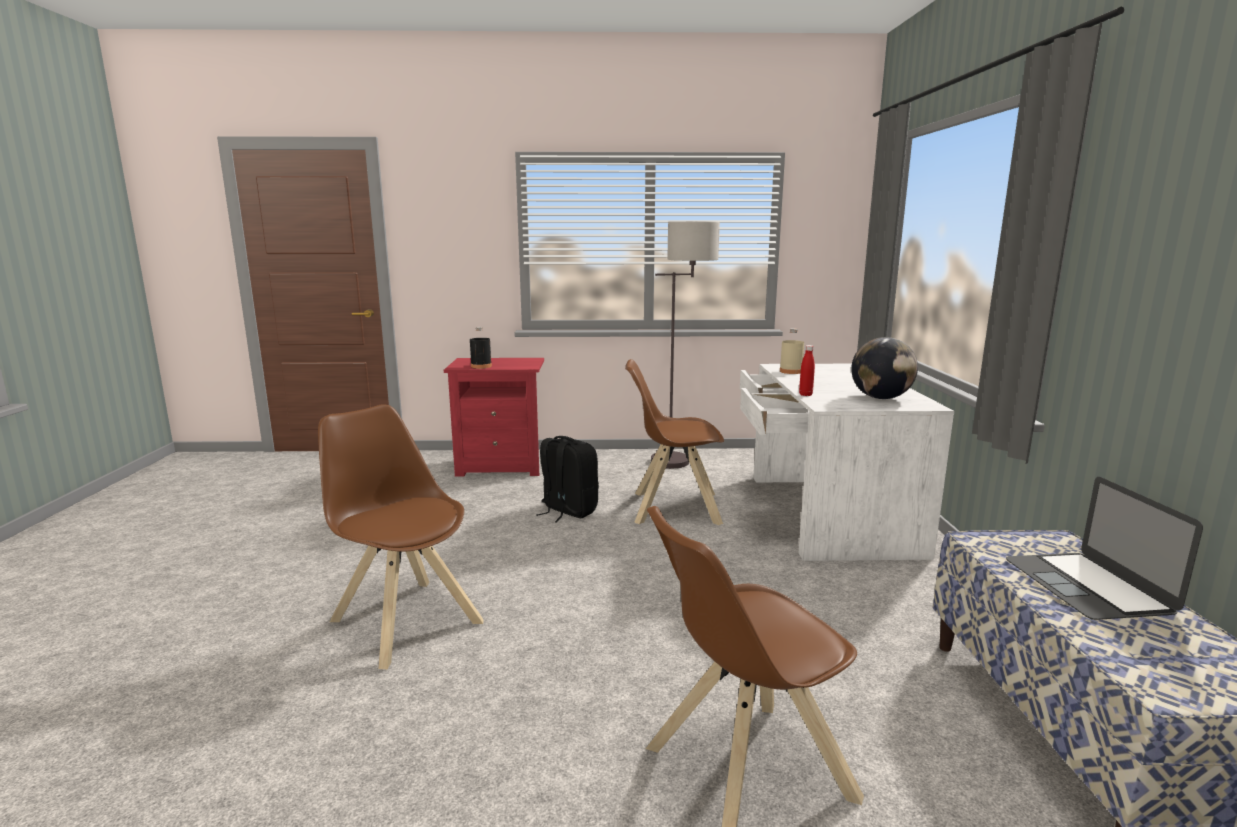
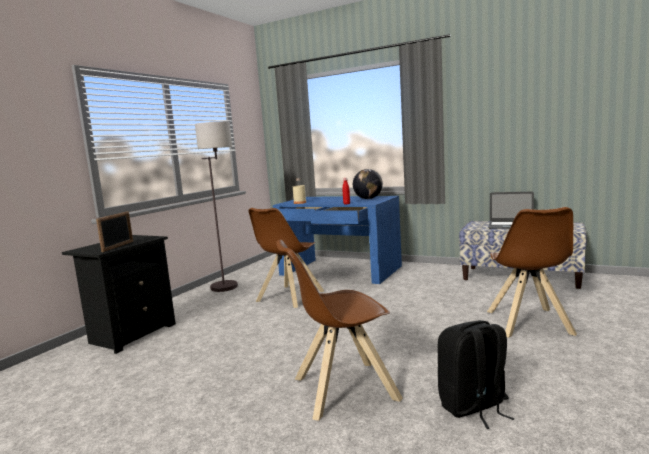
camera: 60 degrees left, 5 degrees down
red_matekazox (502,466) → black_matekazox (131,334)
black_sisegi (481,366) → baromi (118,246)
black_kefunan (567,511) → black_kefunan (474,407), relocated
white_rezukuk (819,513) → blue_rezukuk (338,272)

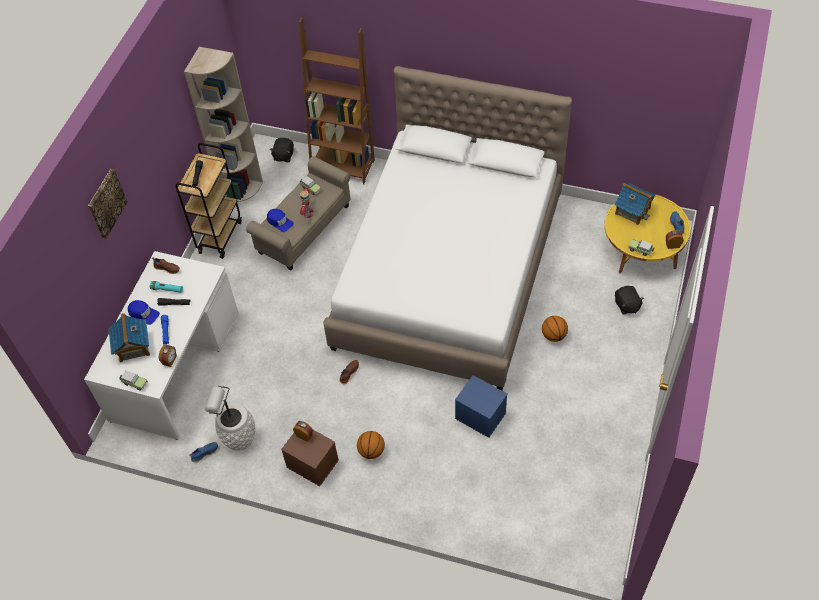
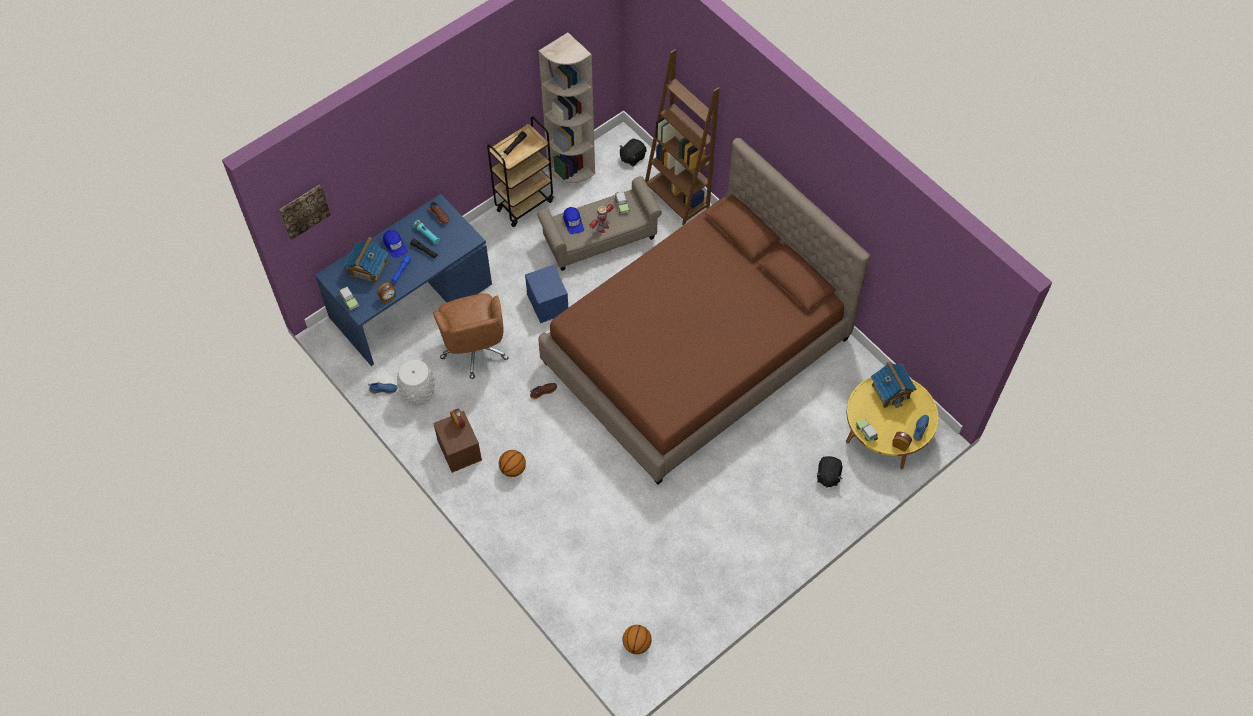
camera: 30 degrees right, 5 degrees up
white_rezukuk (175,365) → blue_rezukuk (410,301)
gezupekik (106,203) → gezupekik (304,211), relocated
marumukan (226,417) → -
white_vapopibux (450,270) → brown_vapopibux (697,350)
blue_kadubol (479,416) → blue_kadubol (547,303), relocated
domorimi (553,336) → domorimi (636,644), relocated
- → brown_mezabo (474,350)

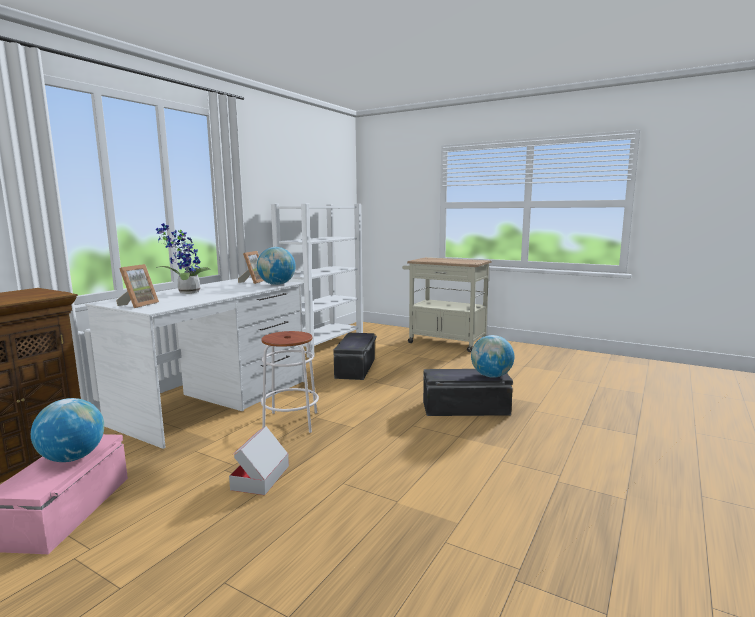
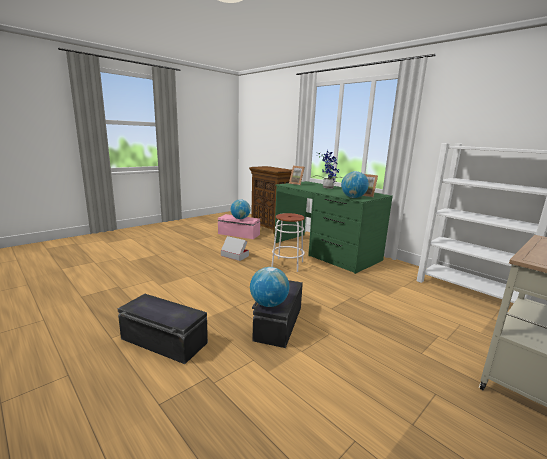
camera: 105 degrees right, 5 degrees up
white_rezukuk (215,401) → green_rezukuk (325,251)
black_kadubol (356,368) → black_kadubol (163,341), relocated

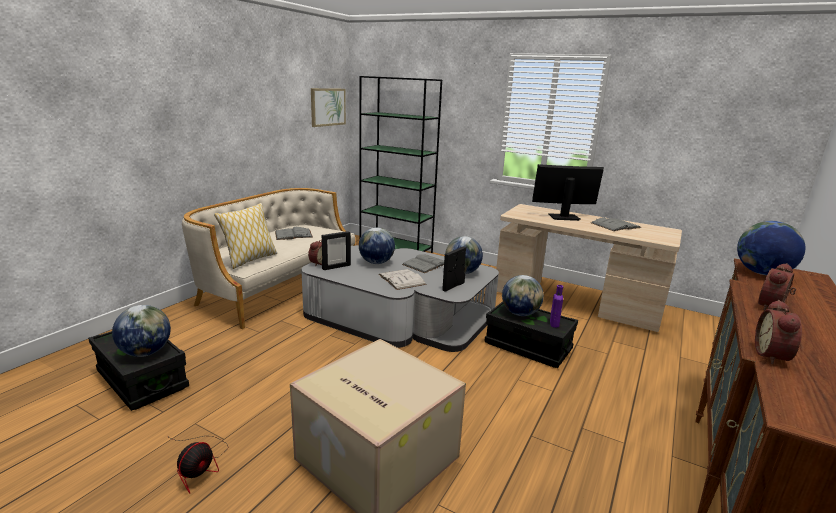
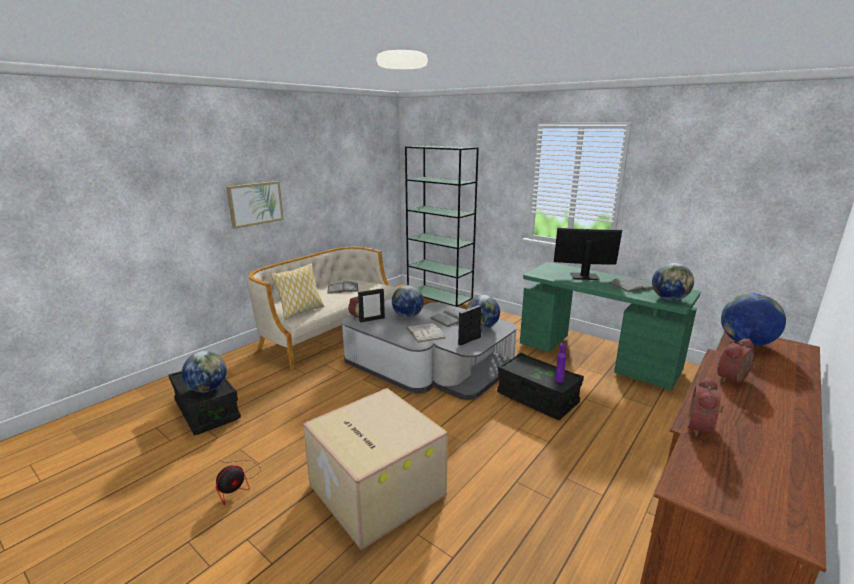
camera: 10 degrees right, 0 degrees up
gezupekik (327,107) → gezupekik (255,203), relocated
beige_rezukuk (575,303) → green_rezukuk (596,357)
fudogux (520,313) → fudogux (669,299), relocated

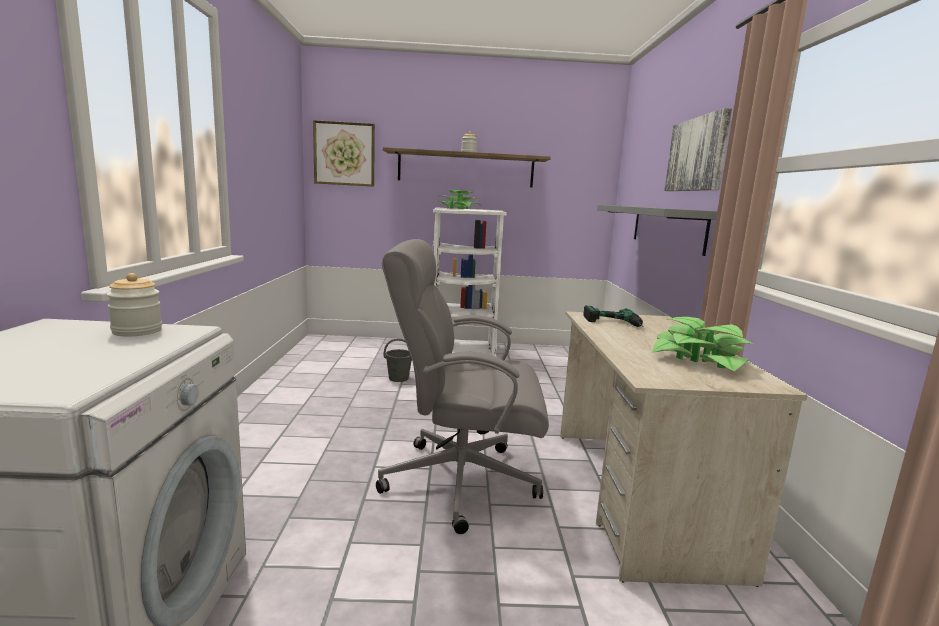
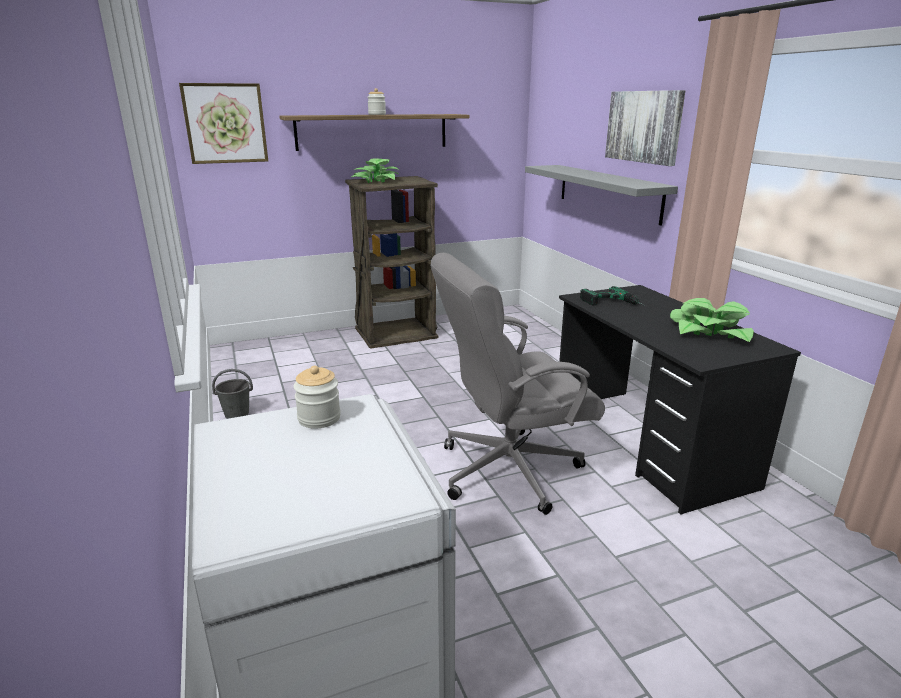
camera: 20 degrees left, 10 degrees up
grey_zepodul (399,378) → grey_zepodul (237,414), relocated
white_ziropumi (462,350) → brown_ziropumi (396,333)
beige_rezukuk (637,495) → black_rezukuk (647,444)

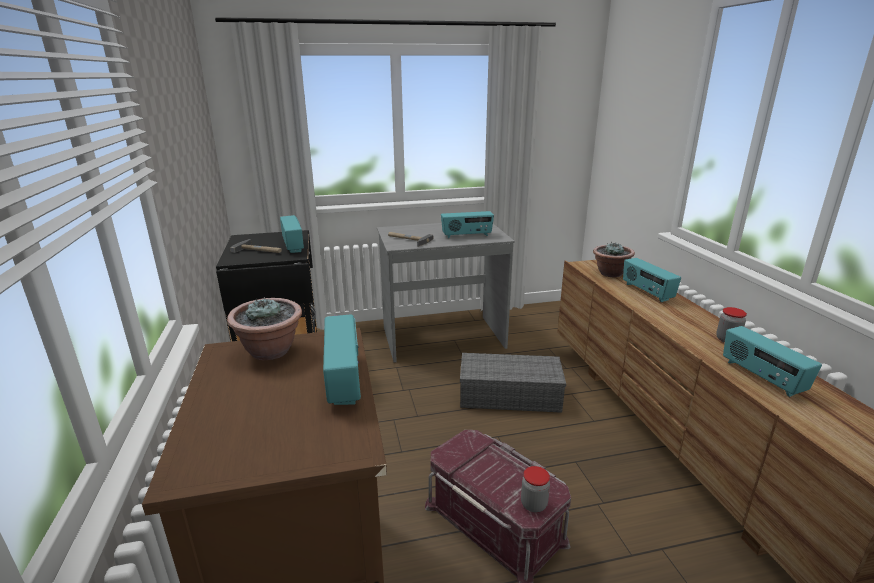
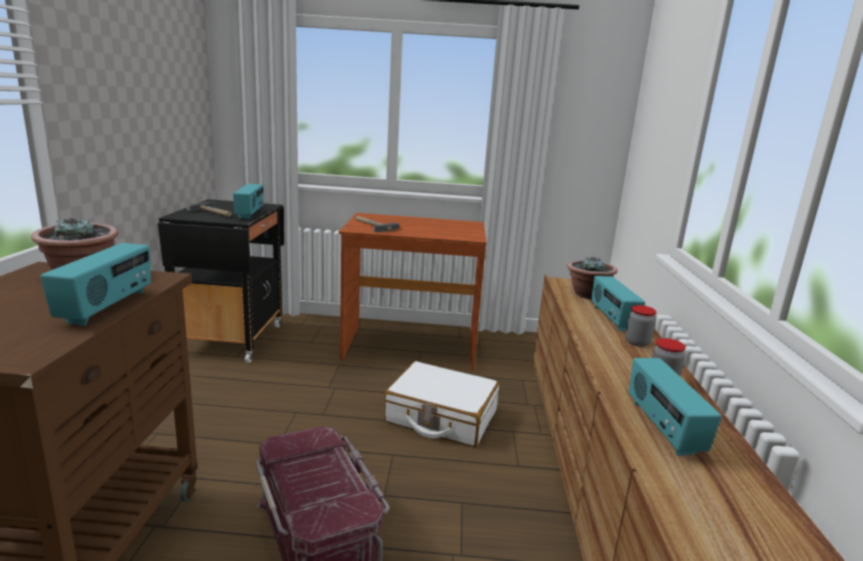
camera: 15 degrees right, 5 degrees down
grey_rezukuk (443,338) → brown_rezukuk (410,347)
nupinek (467,236) → -
grey_kadubol (511,394) → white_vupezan (441,417)
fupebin (533,504) → fupebin (637,342), relocated

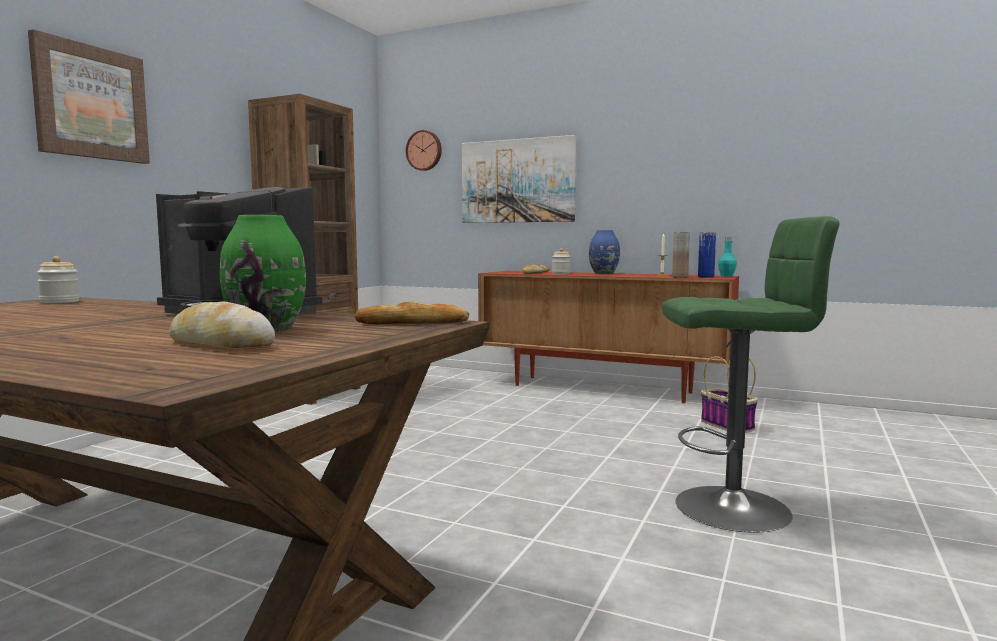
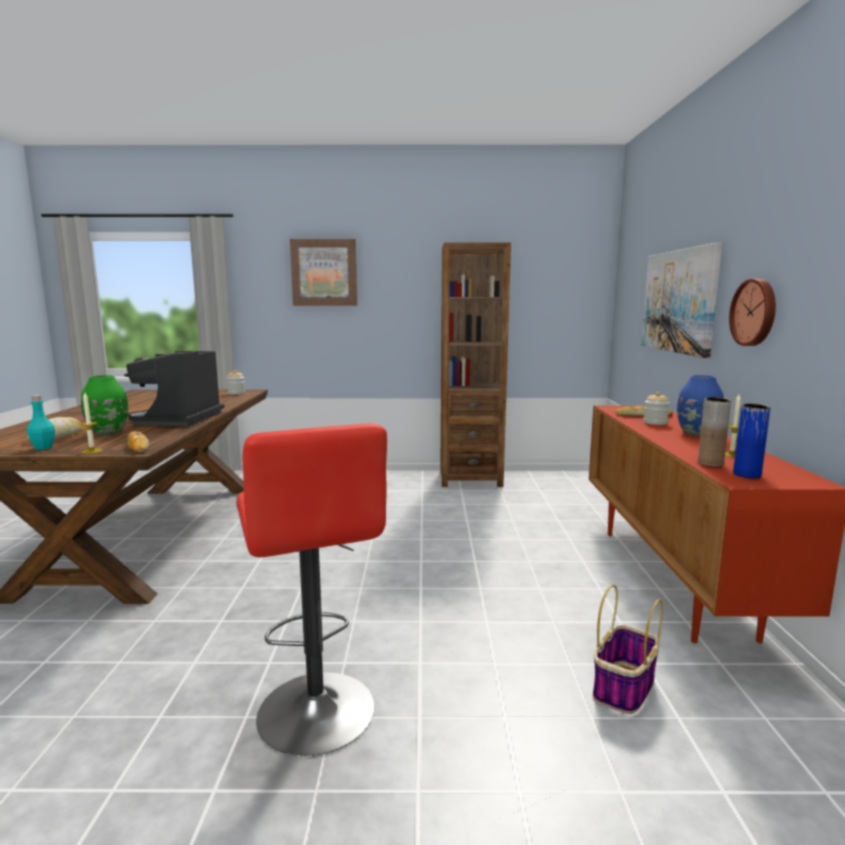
camera: 65 degrees right, 5 degrees up
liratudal (424,150) → liratudal (755,312), relocated
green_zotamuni (733,509) → red_zotamuni (315,712)
turquoise_sisegi (726,276) → turquoise_sisegi (43,447), relocated
- → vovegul (92,451)

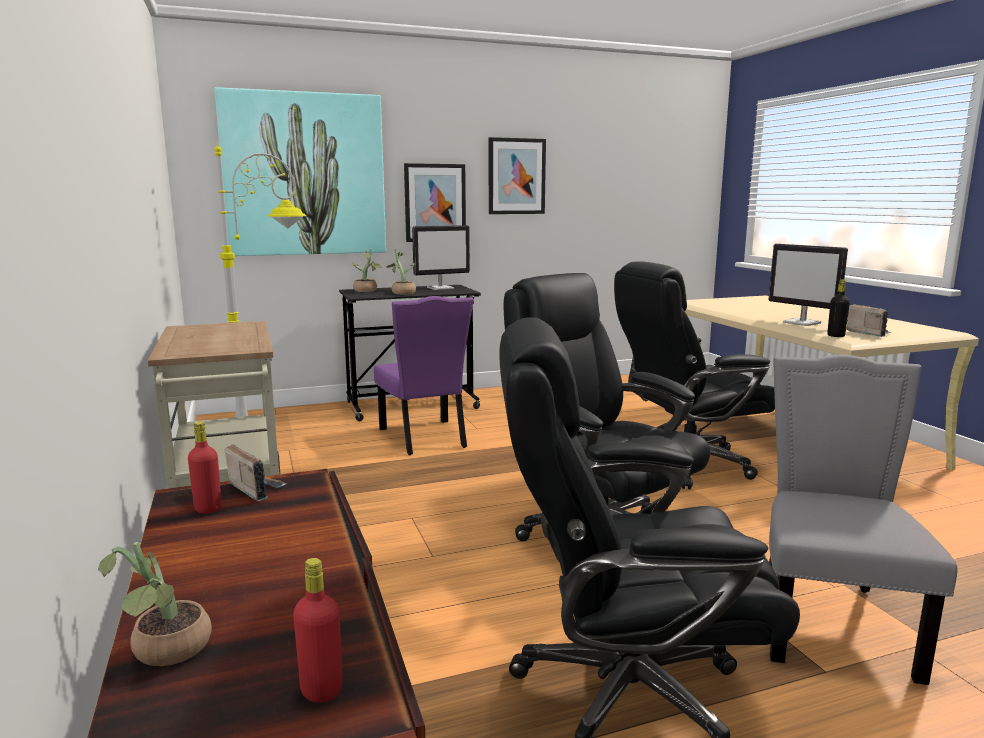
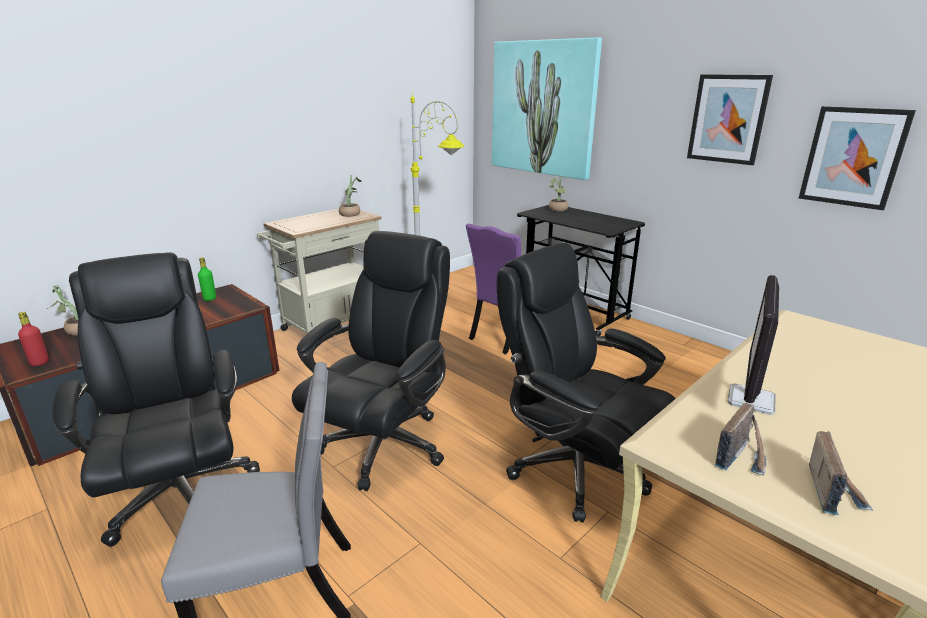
camera: 65 degrees right, 10 degrees up
red_sisegi (208,508) → green_sisegi (210,298)
nupinek (255,488) → nupinek (833,491), relocated
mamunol (402,292) → mamunol (351,213), relocated
gezupekik (435,203) → gezupekik (853,157), relocated
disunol (441,288) → -
black_sisegi (836,336) → -

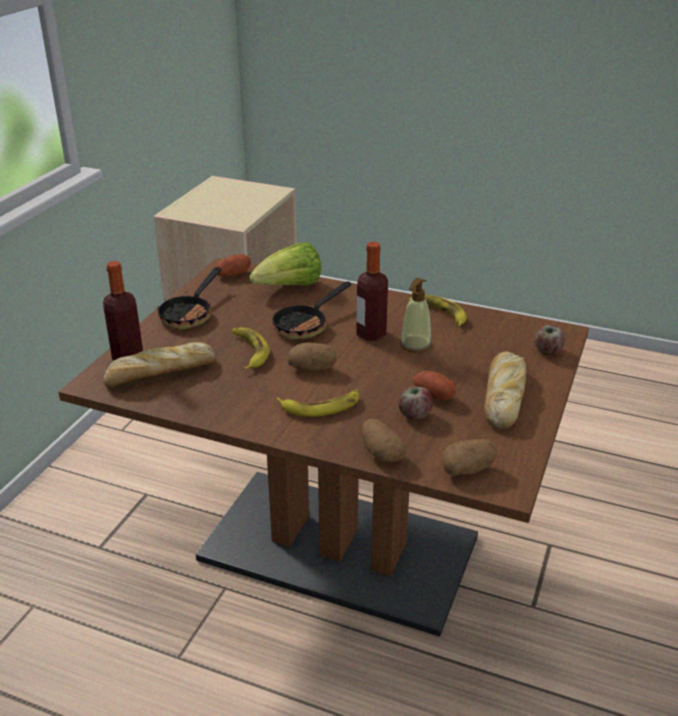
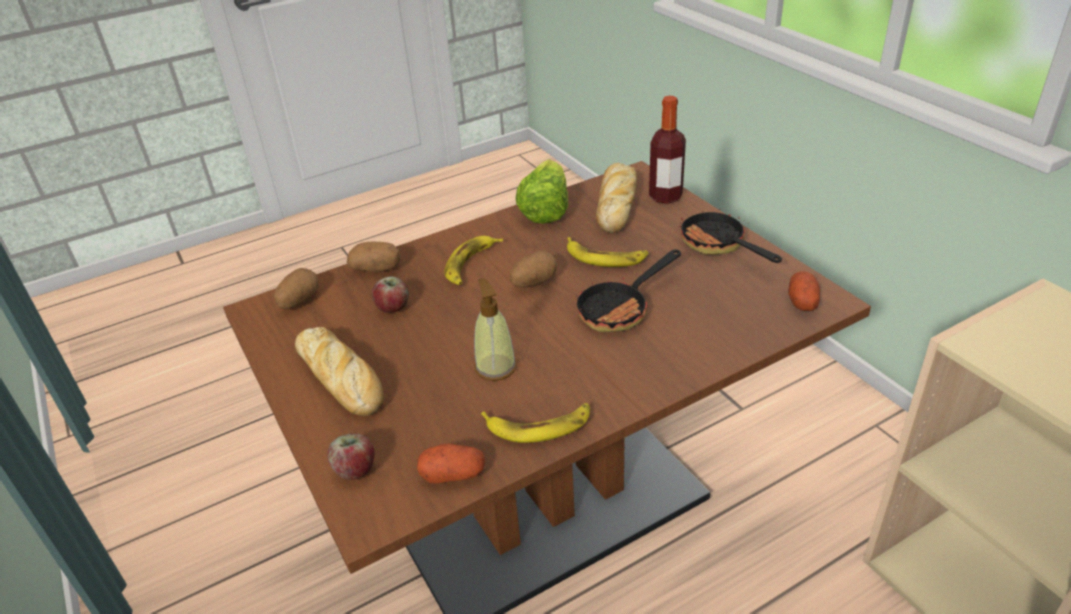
camera: 130 degrees right, 5 degrees up
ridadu (290,287) → ridadu (545,210), relocated
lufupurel (306,325) → lufupurel (620,309), 120 degrees counterclockwise
sisegi (371,334) → -
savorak (433,395) → savorak (453,474), relocated

